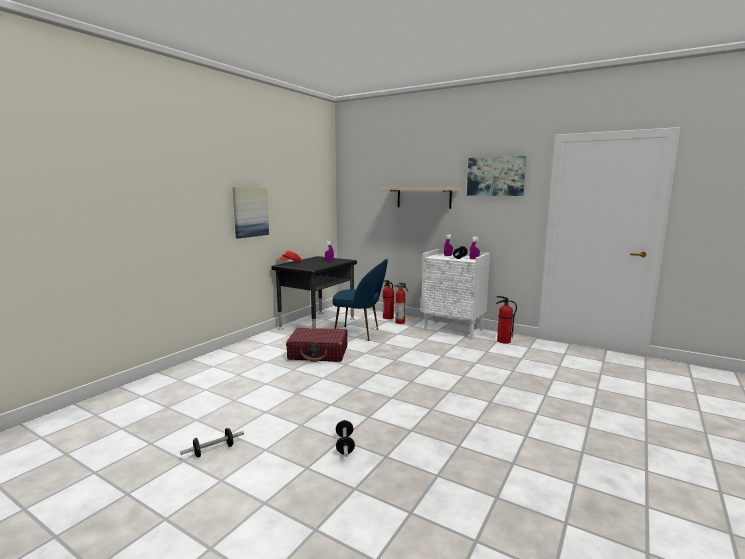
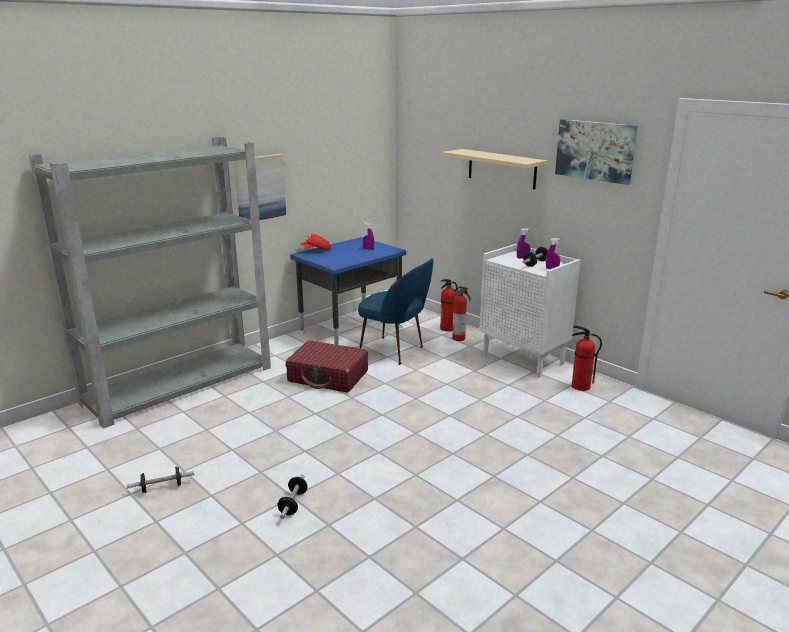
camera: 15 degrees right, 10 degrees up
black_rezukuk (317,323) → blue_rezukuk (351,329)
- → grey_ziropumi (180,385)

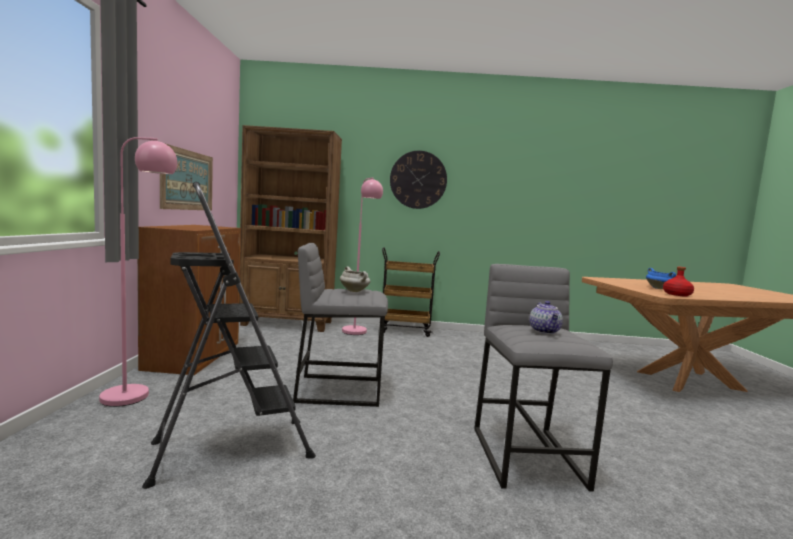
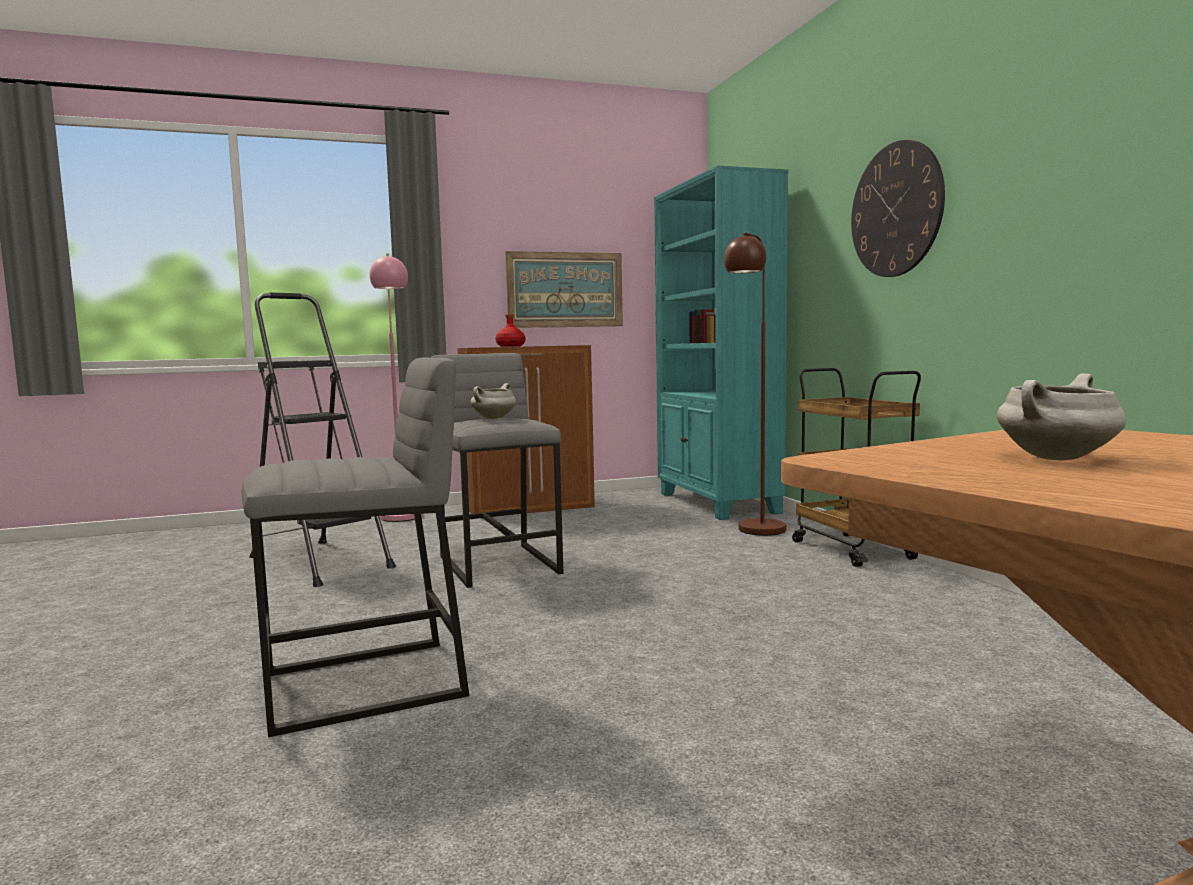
camera: 70 degrees right, 0 degrees up
brown_ziropumi (288,324) → turquoise_ziropumi (717,503)
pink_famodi (357,333) → brown_famodi (755,533)
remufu (545,331) → -
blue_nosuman (659,288) → white_nosuman (1057,458)
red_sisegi (676,294) → red_sisegi (510,346), relocated

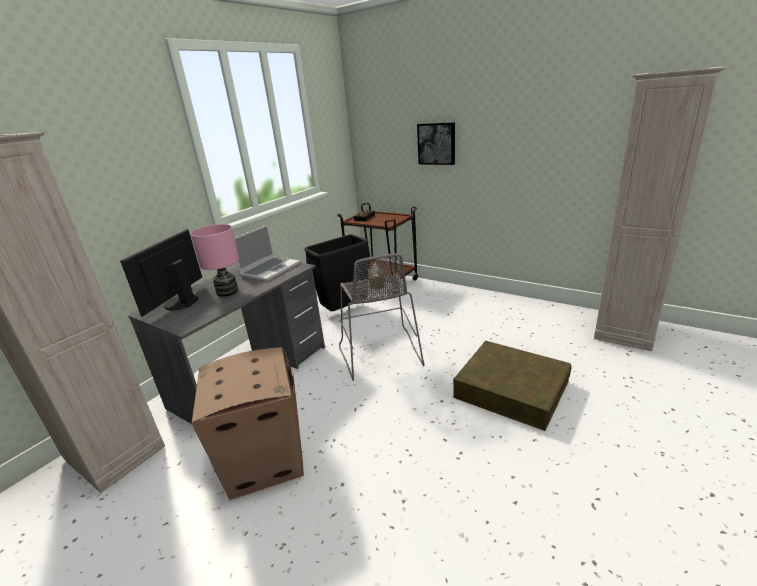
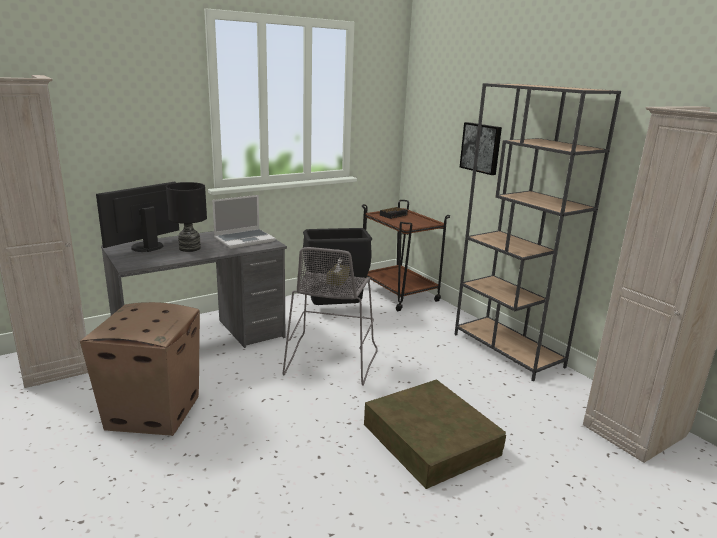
camera: 20 degrees right, 5 degrees down
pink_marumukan (227,292) → black_marumukan (189,248)
- → ziropumi (508,350)

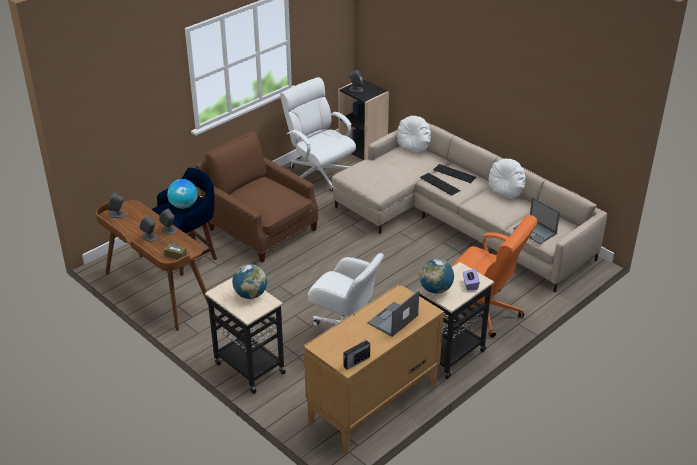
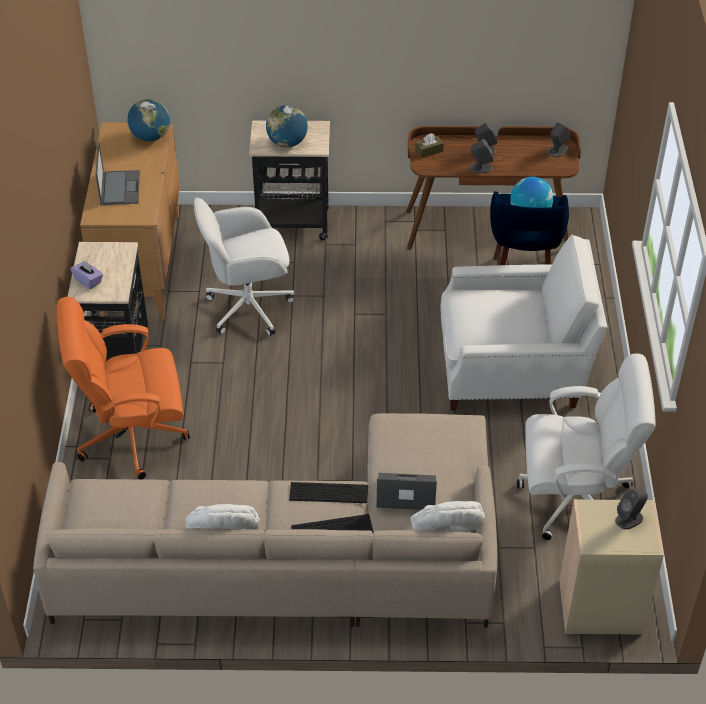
camera: 135 degrees right, 10 degrees up
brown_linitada (260,228) → white_linitada (513,366)
black_ziropumi (363,148) → beige_ziropumi (599,607)
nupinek (356,362) → -
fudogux (435,289) → fudogux (150,136), relocated
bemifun (535,231) → bemifun (405,492), relocated

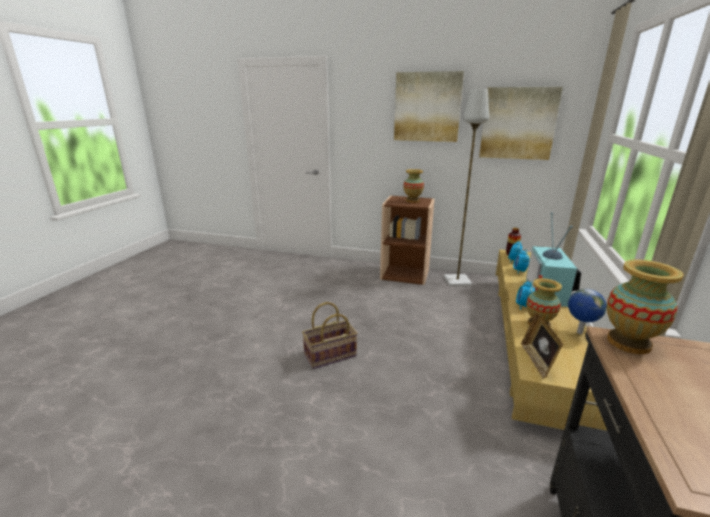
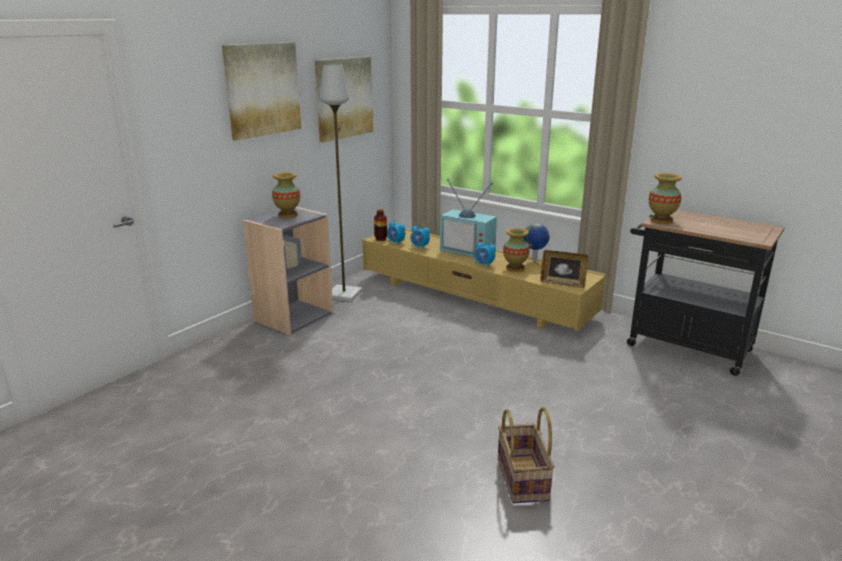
camera: 70 degrees left, 0 degrees up
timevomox (330,356) → timevomox (523,479), relocated
brown_ziropumi (405,274) → grey_ziropumi (294,316)

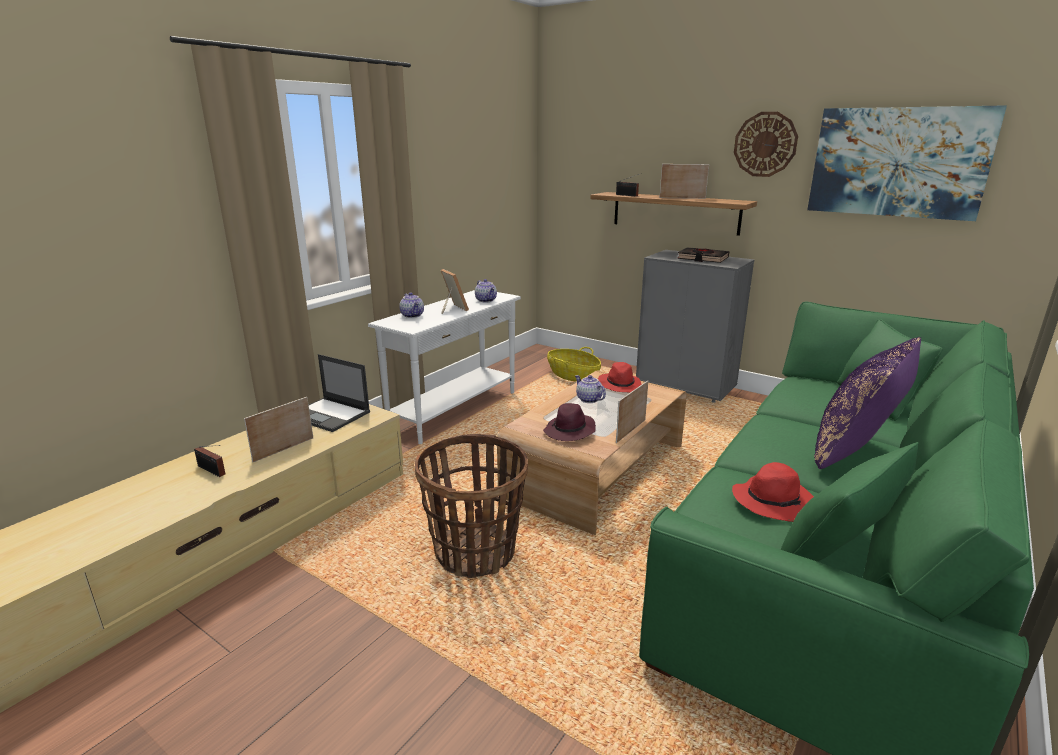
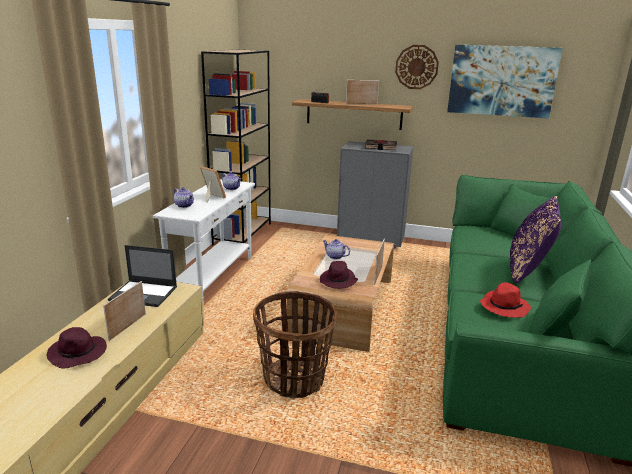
camera: 20 degrees left, 0 degrees up
nupinek (212,471) → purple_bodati (78,353)
timevomox (573,376) → -
red_bodati (619,386) → -
- → beige_ziropumi (242,233)

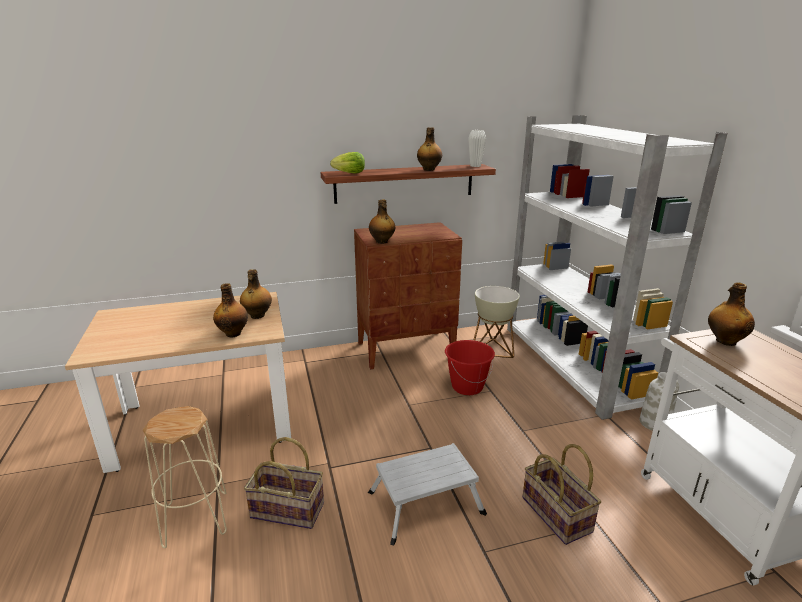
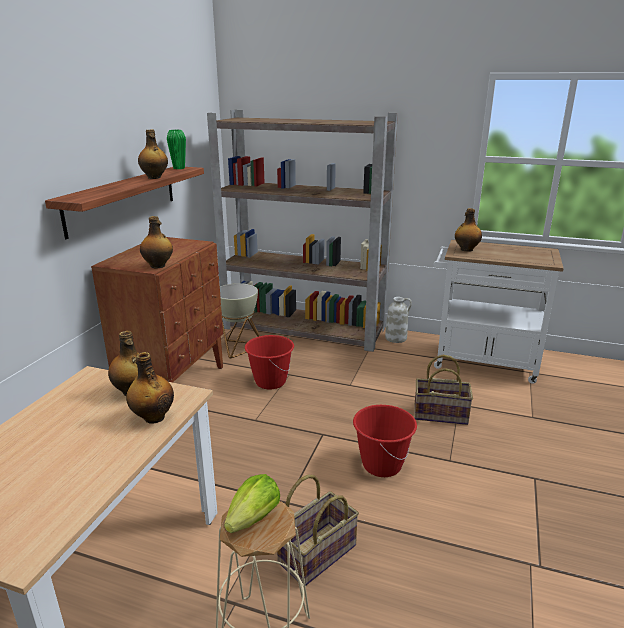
camera: 55 degrees left, 0 degrees up
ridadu (350,173) → ridadu (254,518), relocated
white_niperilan (426,502) → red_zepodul (381,465)
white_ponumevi (475,166) → green_ponumevi (179,168)
white_ziropumi (573,363) → brown_ziropumi (304,328)

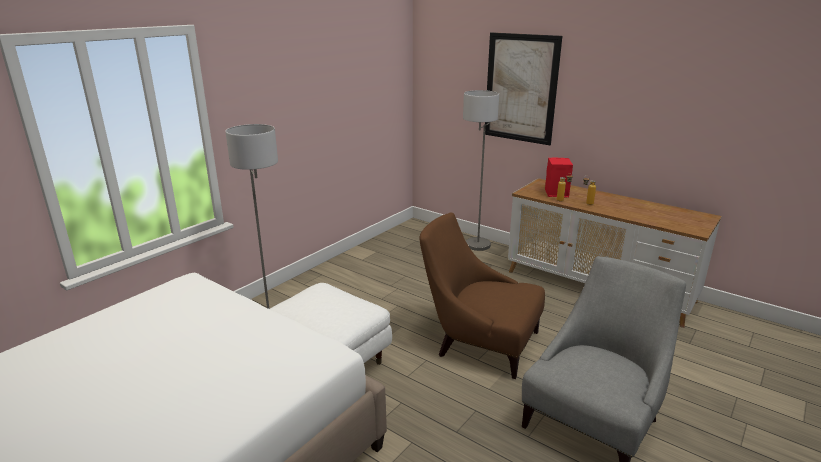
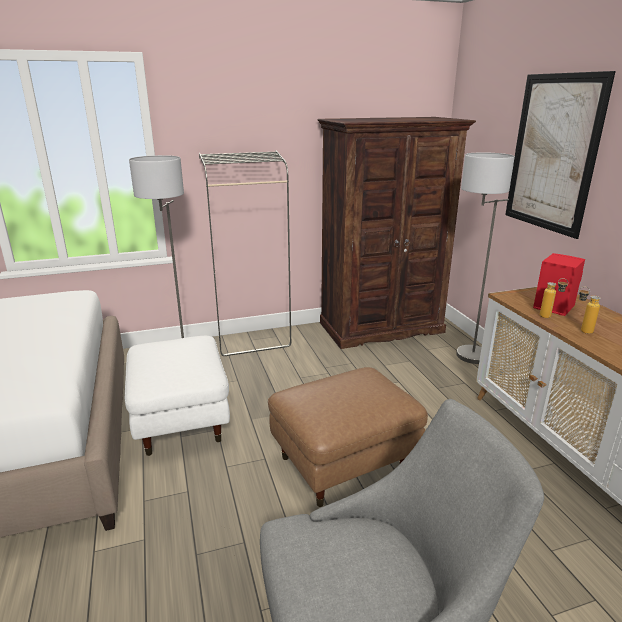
camera: 35 degrees right, 0 degrees up
brown_linitada (479,341) → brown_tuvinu (345,463)
- → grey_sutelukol (253,342)
- → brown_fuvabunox (381,328)

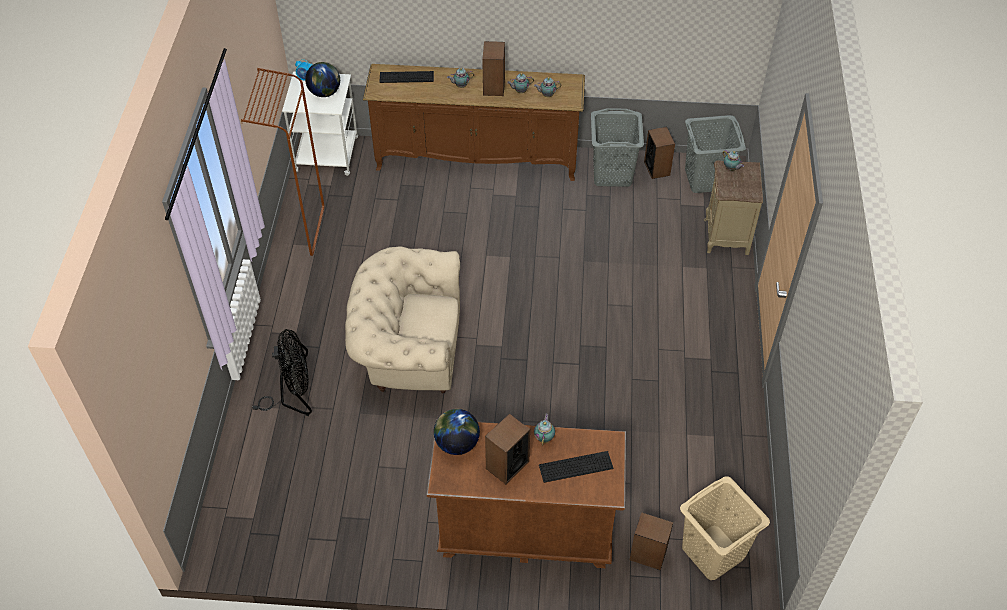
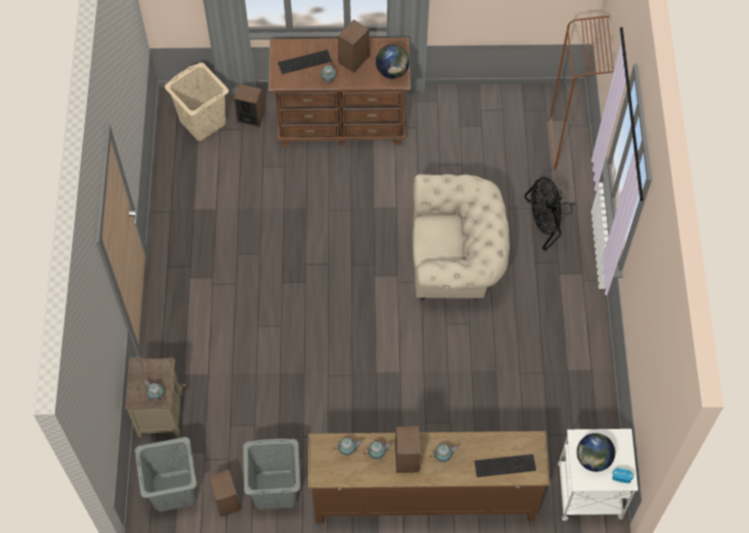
camera: 175 degrees right, 10 degrees up
brown_sutelukol (299,229) → brown_sutelukol (569,143), relocated

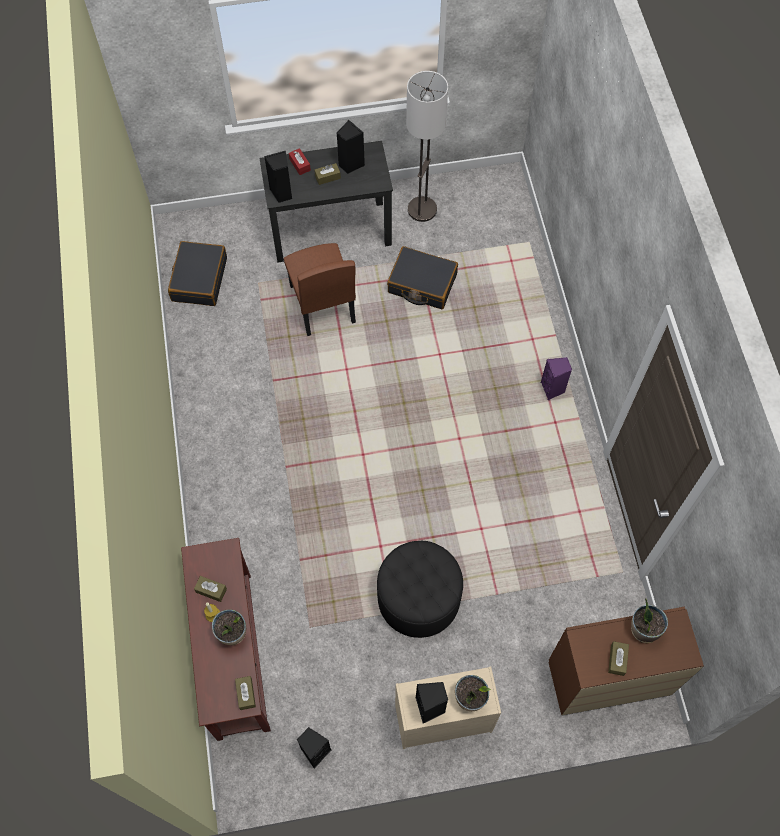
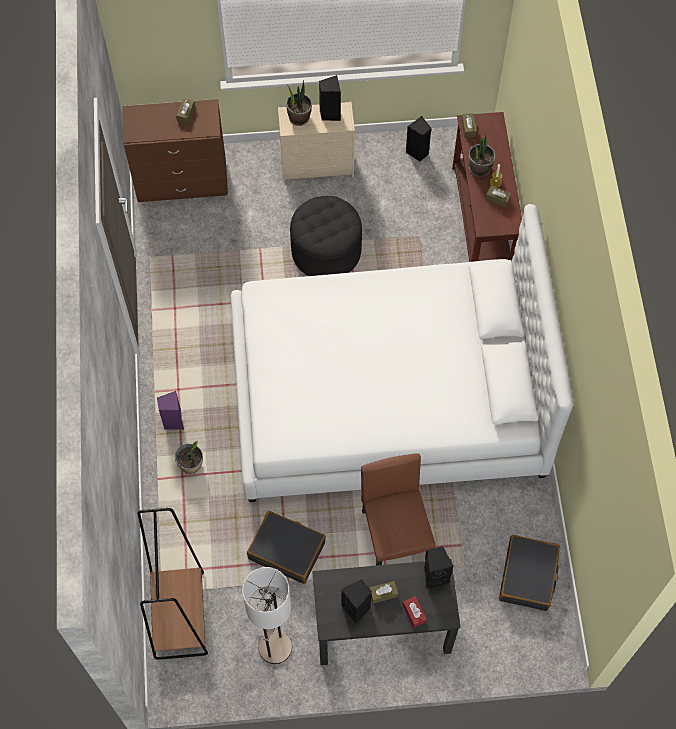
camera: 175 degrees left, 0 degrees up
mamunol (643,629) → mamunol (191,465), relocated
- → sutelukol (180,616)
- → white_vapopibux (387,396)

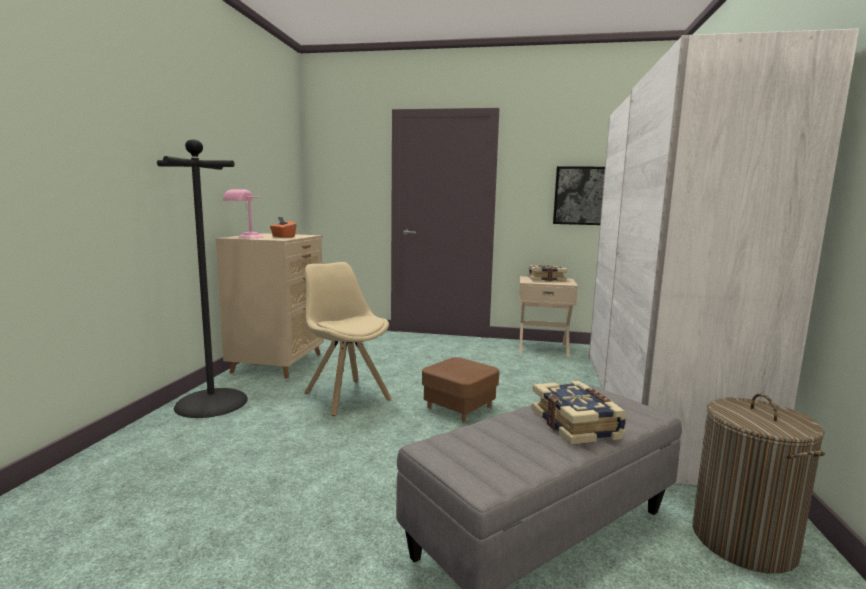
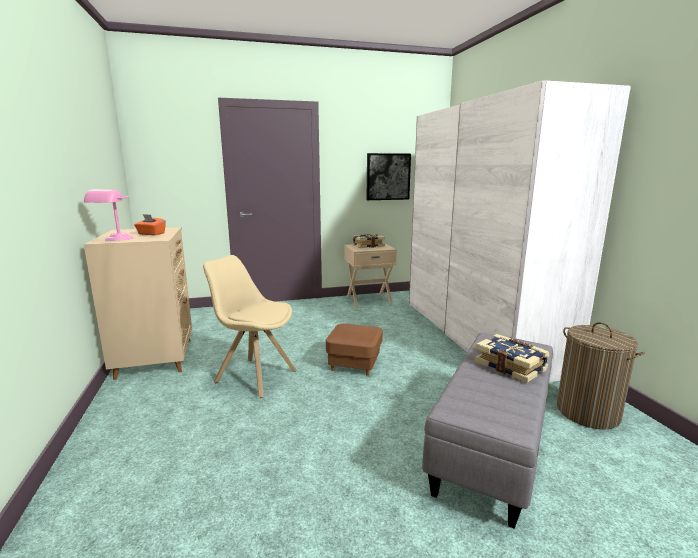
camera: 25 degrees left, 5 degrees up
black_sutelukol (211,403) → -

